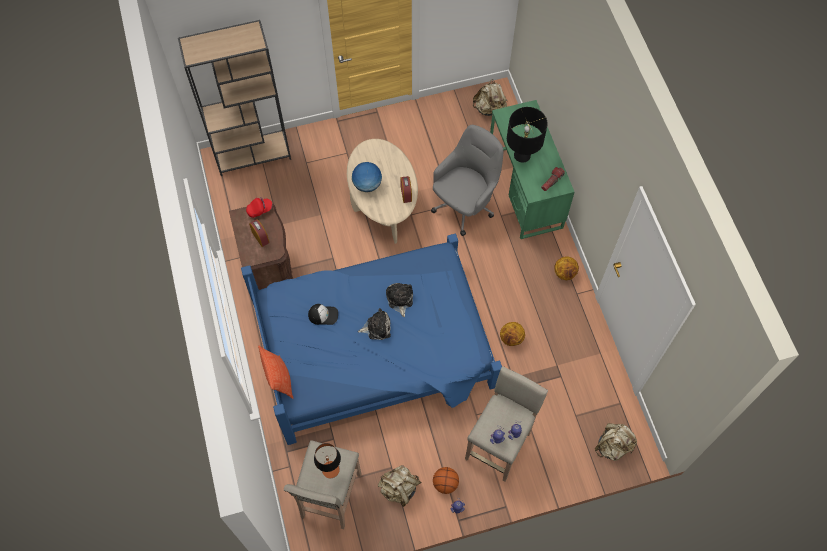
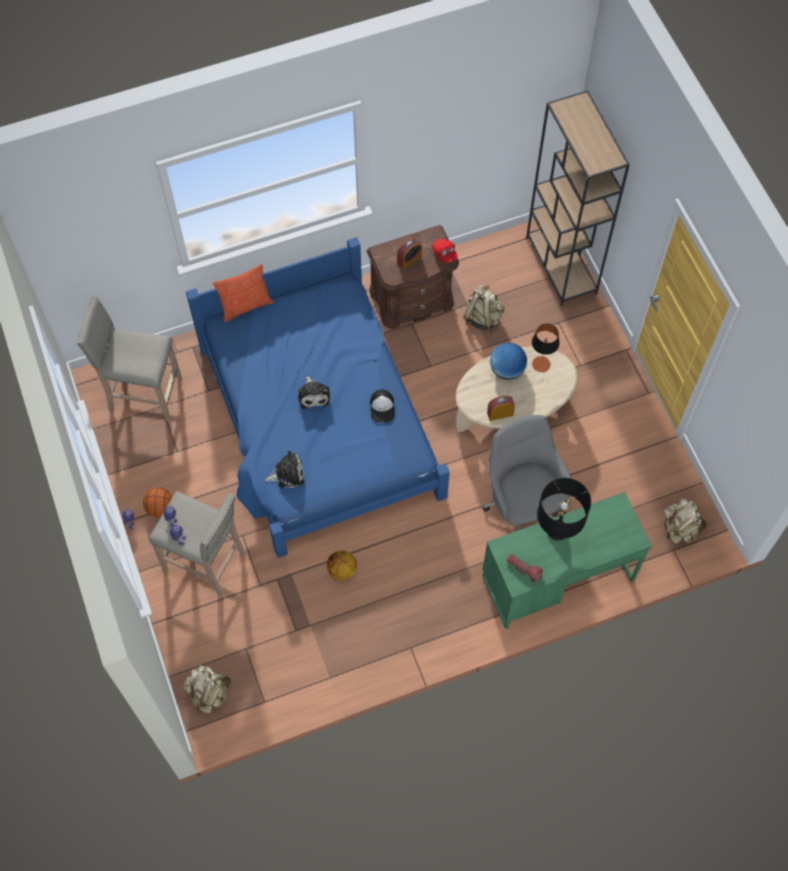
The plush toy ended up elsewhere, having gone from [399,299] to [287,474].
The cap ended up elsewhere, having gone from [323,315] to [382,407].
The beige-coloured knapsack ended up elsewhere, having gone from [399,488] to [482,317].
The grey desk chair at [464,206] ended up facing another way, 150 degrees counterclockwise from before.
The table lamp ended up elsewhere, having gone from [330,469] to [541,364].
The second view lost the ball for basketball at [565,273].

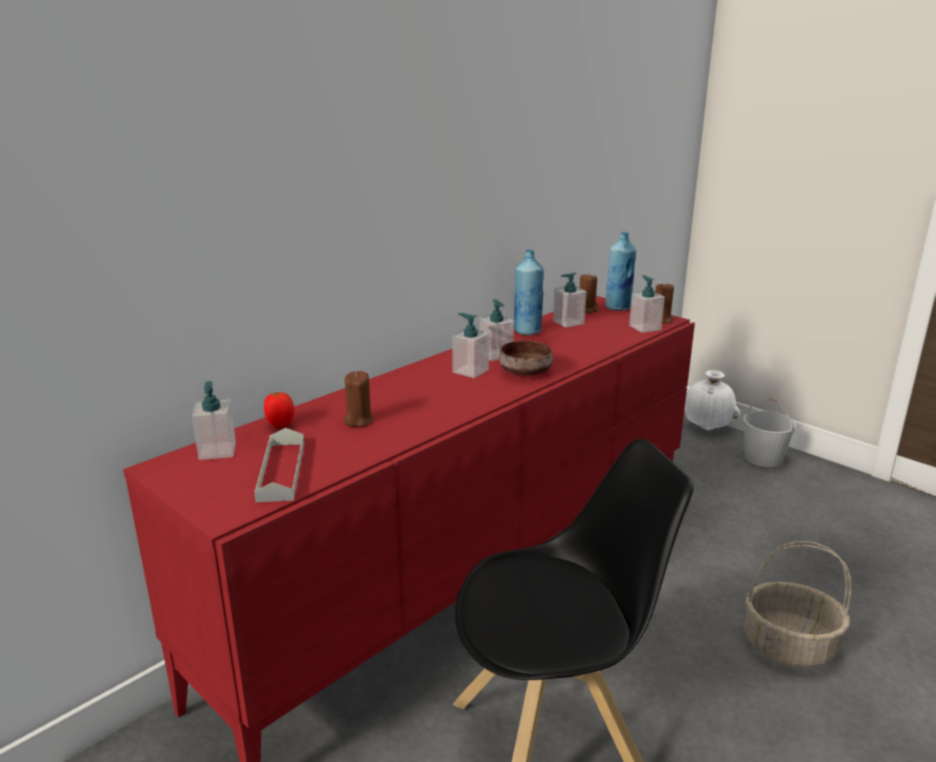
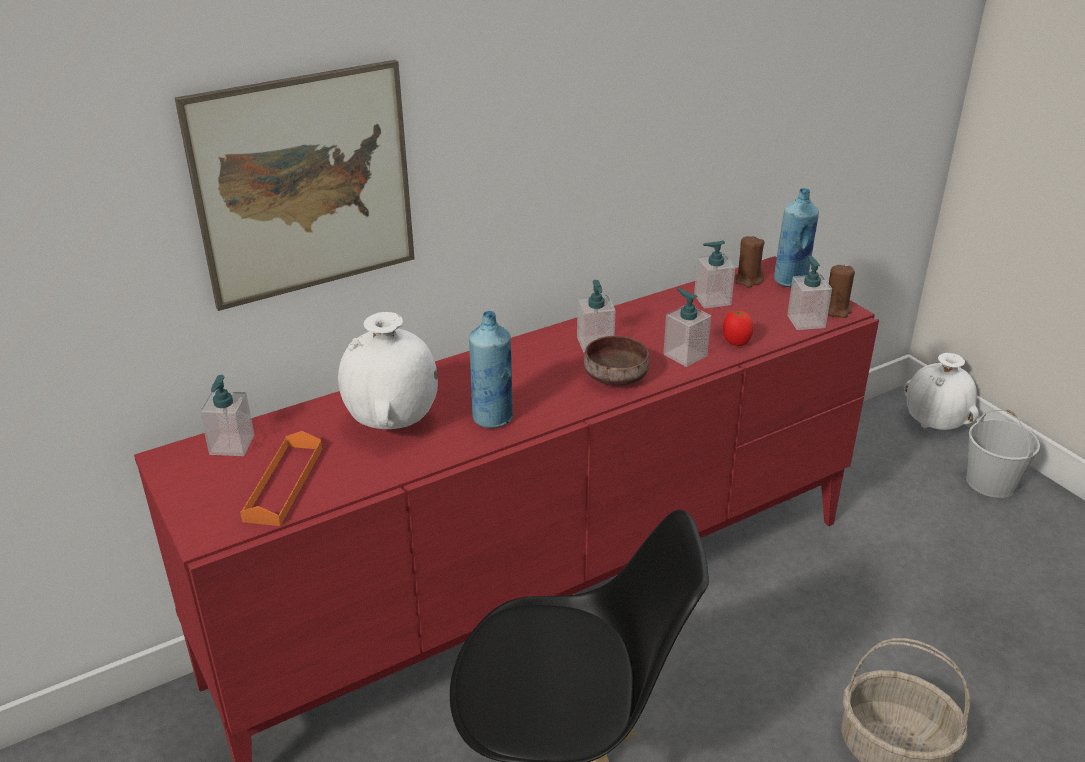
The second view gained the wall picture at [304,185].
What was the grey carrying tray at [281,471] turned into the orange-coloured carrying tray at [284,484].
Where the brown-coloured wax candle stood at [358,420], the white-coloured decorative vase came to stand at [393,424].
The bluish beverage bottle ended up elsewhere, having gone from [527,331] to [492,418].
The liquid soap bottle ended up elsewhere, having gone from [470,371] to [685,355].
The whole tomato ended up elsewhere, having gone from [280,424] to [736,342].

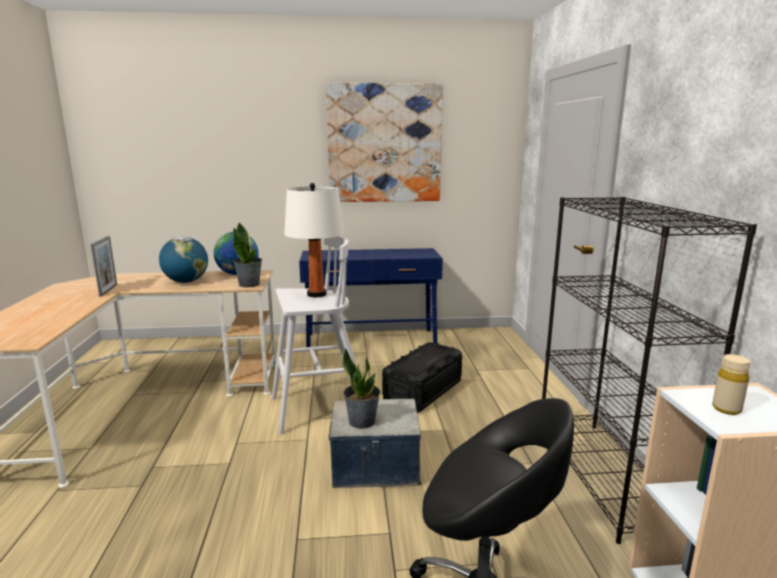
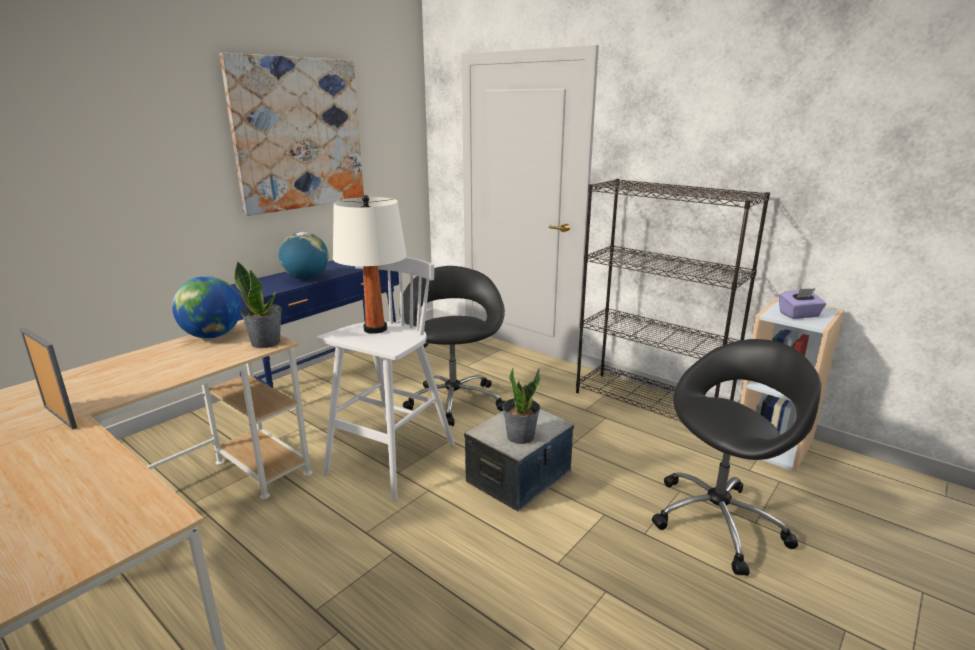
The desk globe ended up elsewhere, having gone from [186,281] to [306,278].
Where the black-coloured storage bin stood at [423,391], the black-coloured desk chair came to stand at [454,401].
Where the beige-coloured beverage bottle stood at [726,409], the purple-coloured tissue box came to stand at [799,315].

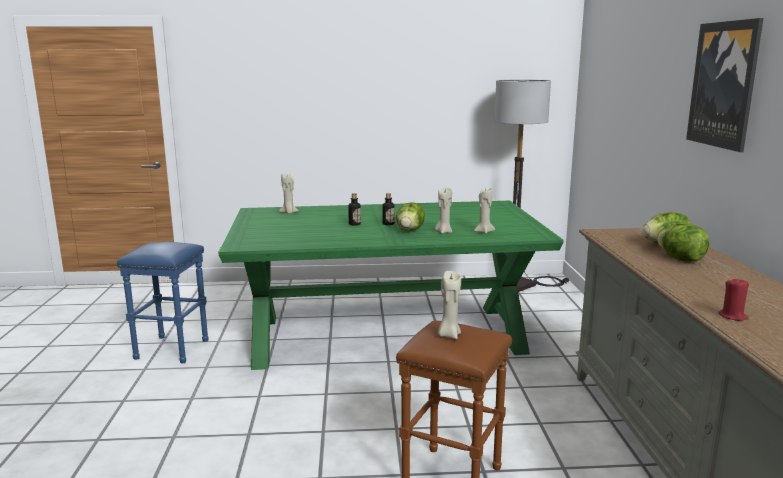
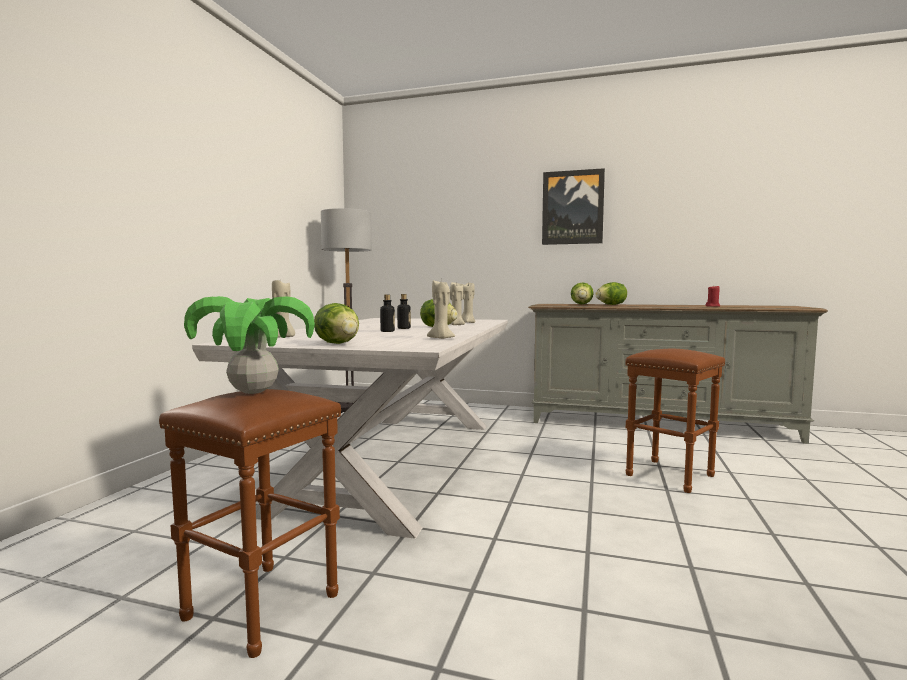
What was the bluish sitting stool at [171,348] turned into the brown-coloured sitting stool at [258,606].
The second view gained the plant in a pot at [253,392].
What was the green dinner table at [385,335] turned into the white-coloured dinner table at [396,461].
The second view gained the lettuce head at [338,344].
The beige-coloured wax candle ended up elsewhere, having gone from [448,335] to [441,338].

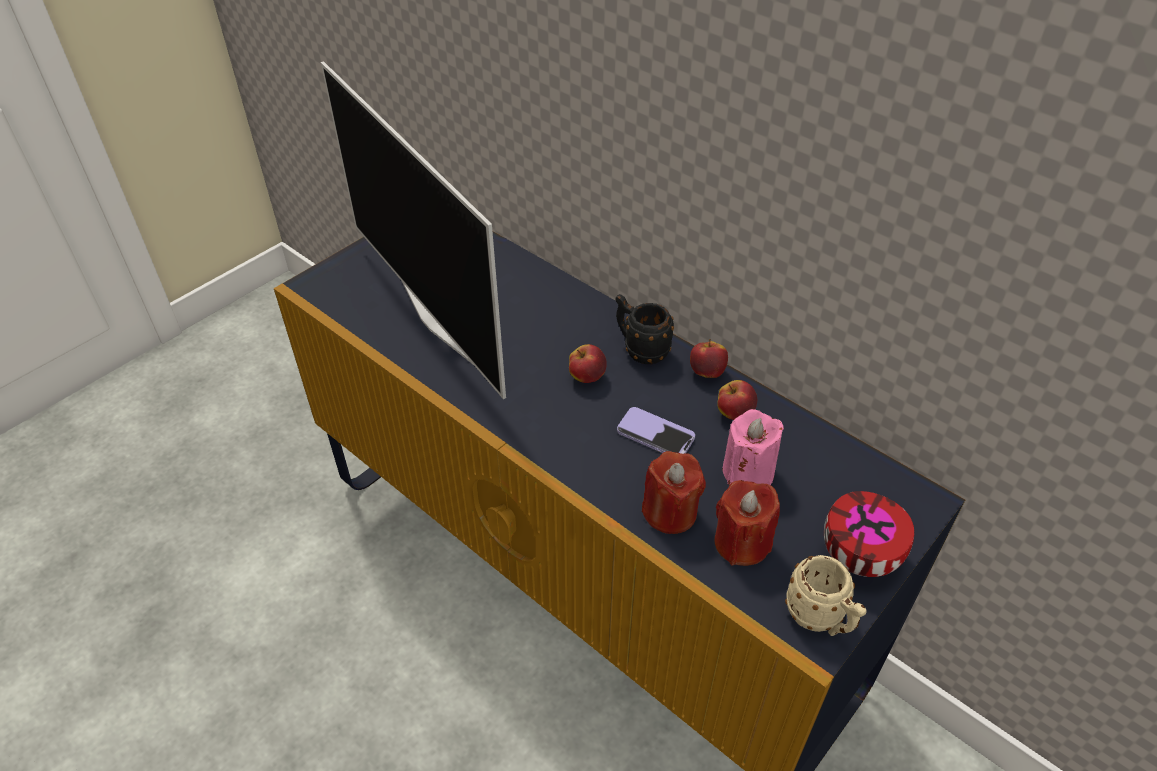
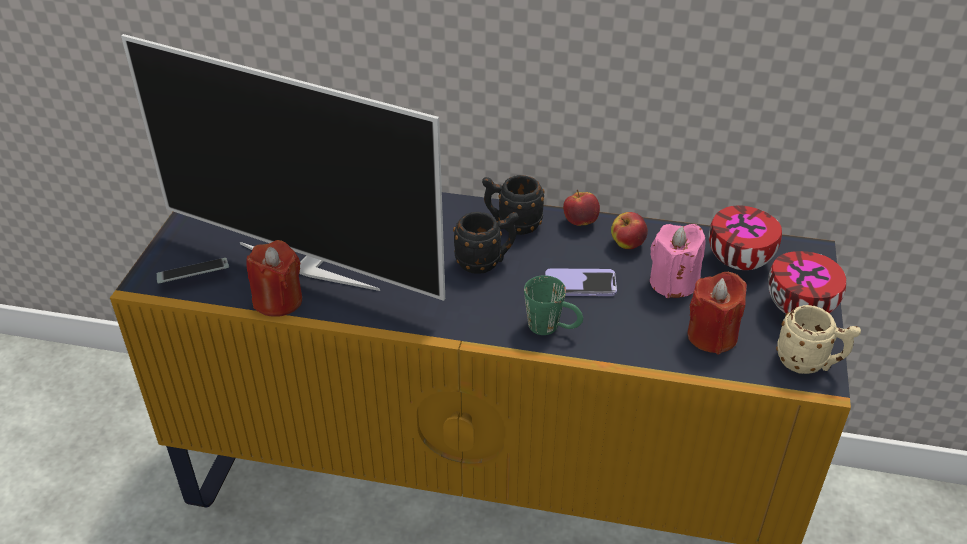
The second view gained the handset at [194,276].
The reddish wax candle ended up elsewhere, having gone from [670,512] to [278,301].
Where the apple fruit stood at [587,377], the black-coloured mug came to stand at [486,262].
The second view gained the green mug at [552,328].
The second view gained the deep dish at [739,262].

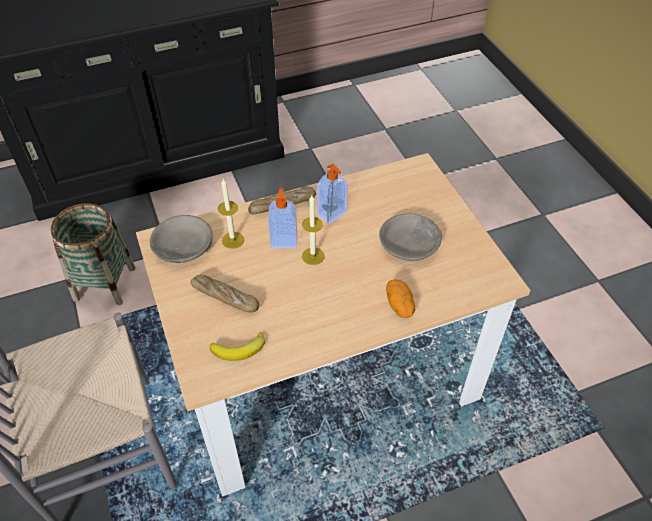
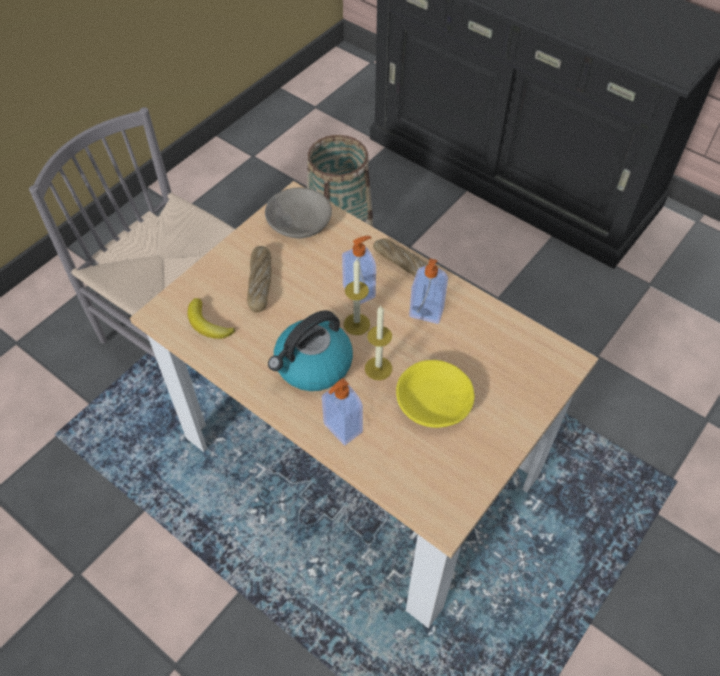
The second view gained the kettle at [312,365].
Where the potato stood at [399,305], the liquid soap bottle came to stand at [342,429].
The wax candle ended up elsewhere, having gone from [233,240] to [378,368].
What was the grey deep dish at [410,244] turned into the yellow-coloured deep dish at [434,402].

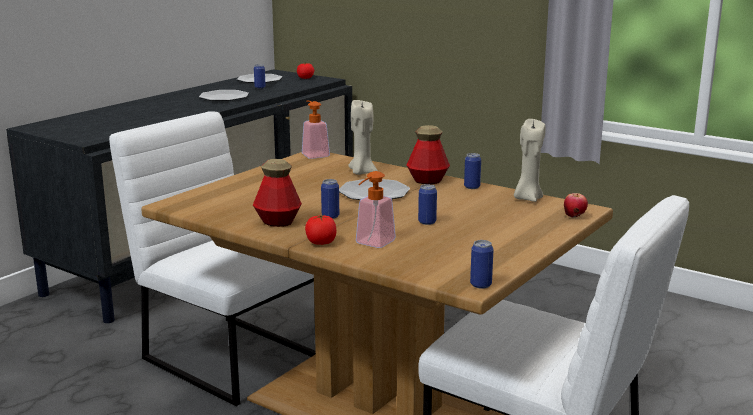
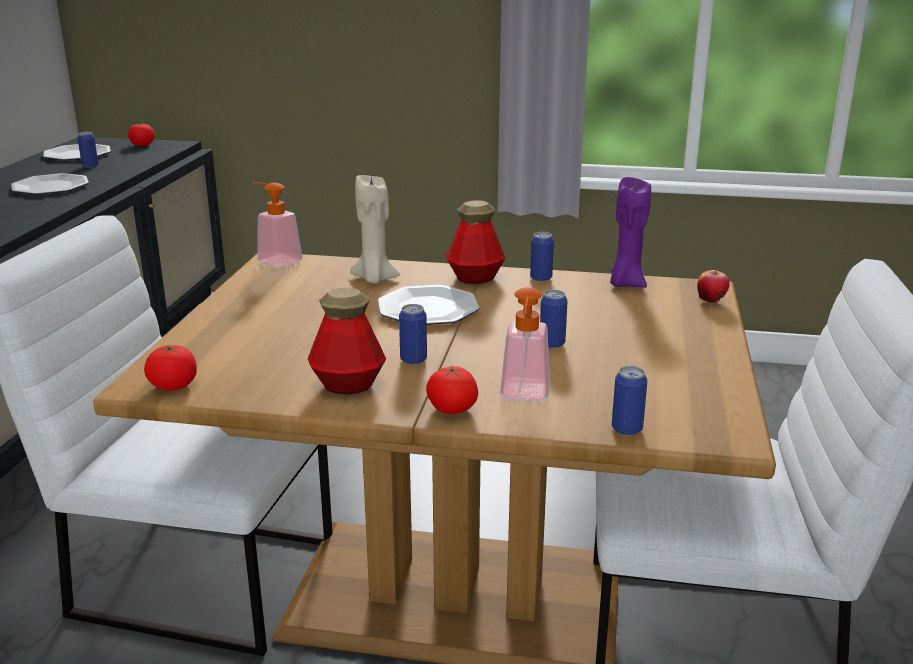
The second view gained the whole tomato at [173,386].
What was the beige-coloured wax candle at [527,198] turned into the purple-coloured wax candle at [626,284].
The sealed can ended up elsewhere, having gone from [480,285] to [627,429].

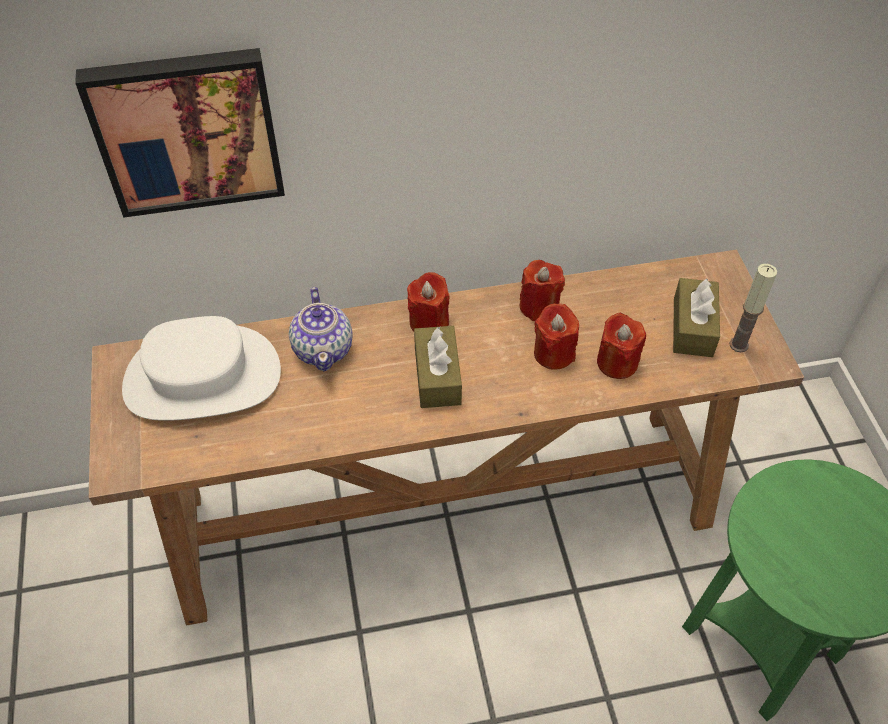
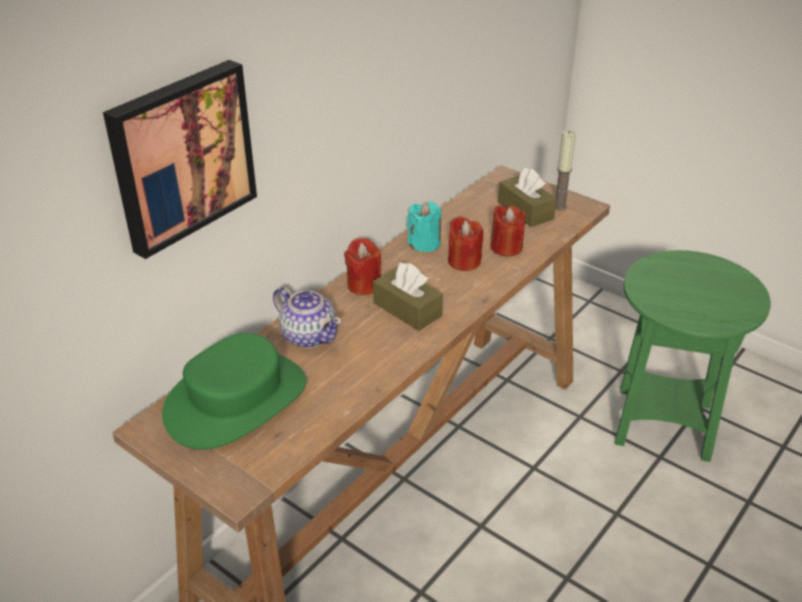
What was the white-coloured clothing hat at [202,378] turned into the green clothing hat at [236,400].
What was the reddish wax candle at [539,307] turned into the turquoise wax candle at [424,243].

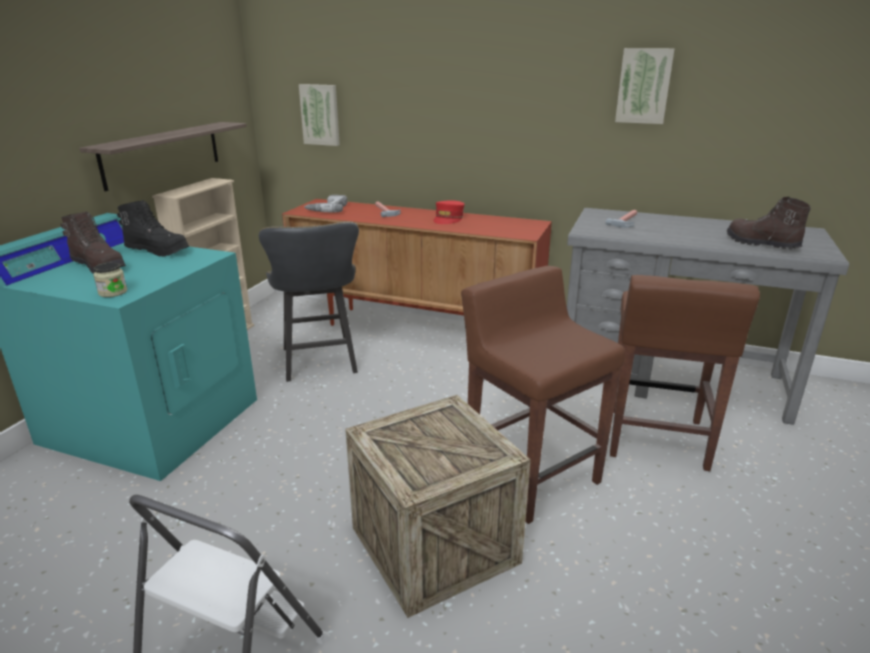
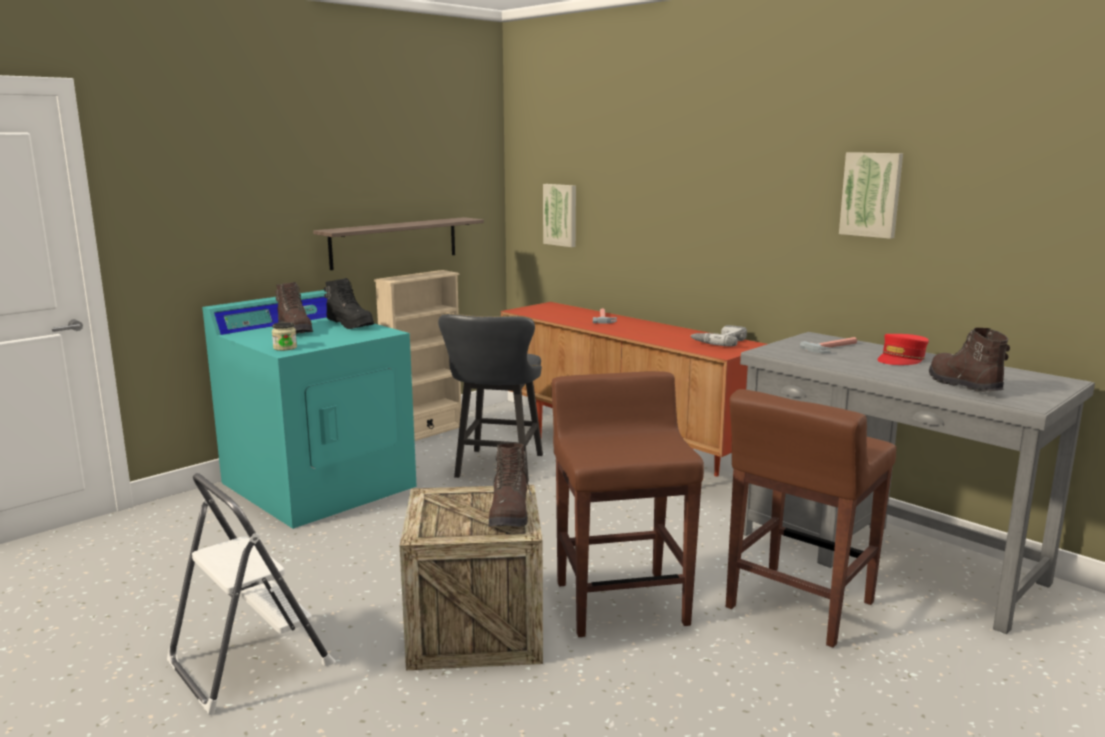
The second view gained the brown-coloured boot at [509,514].
The drill ended up elsewhere, having gone from [327,209] to [719,341].
The reddish cap ended up elsewhere, having gone from [448,219] to [901,359].

